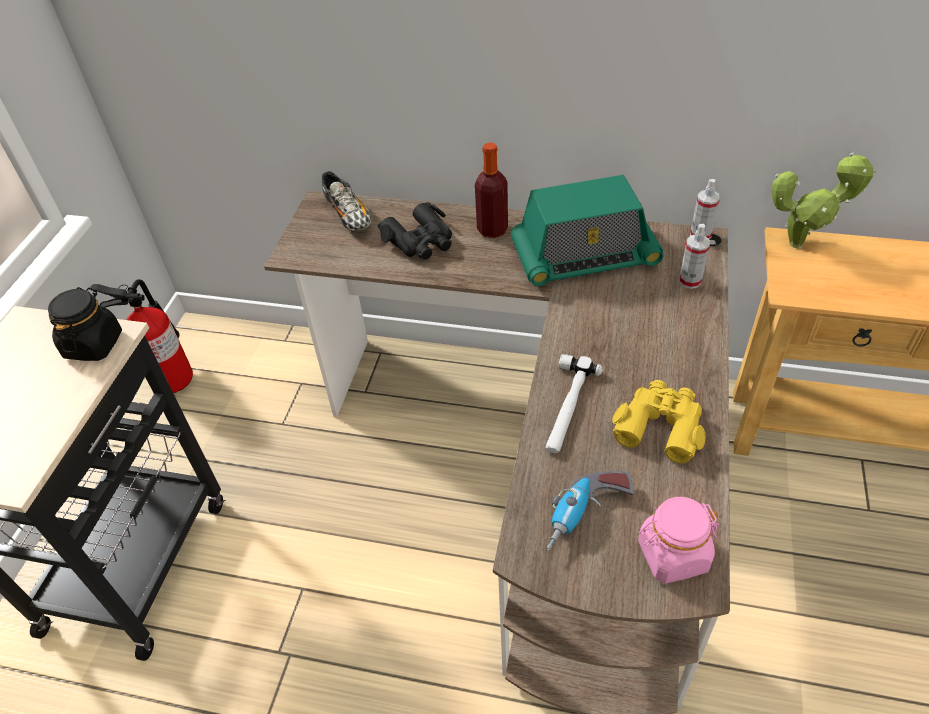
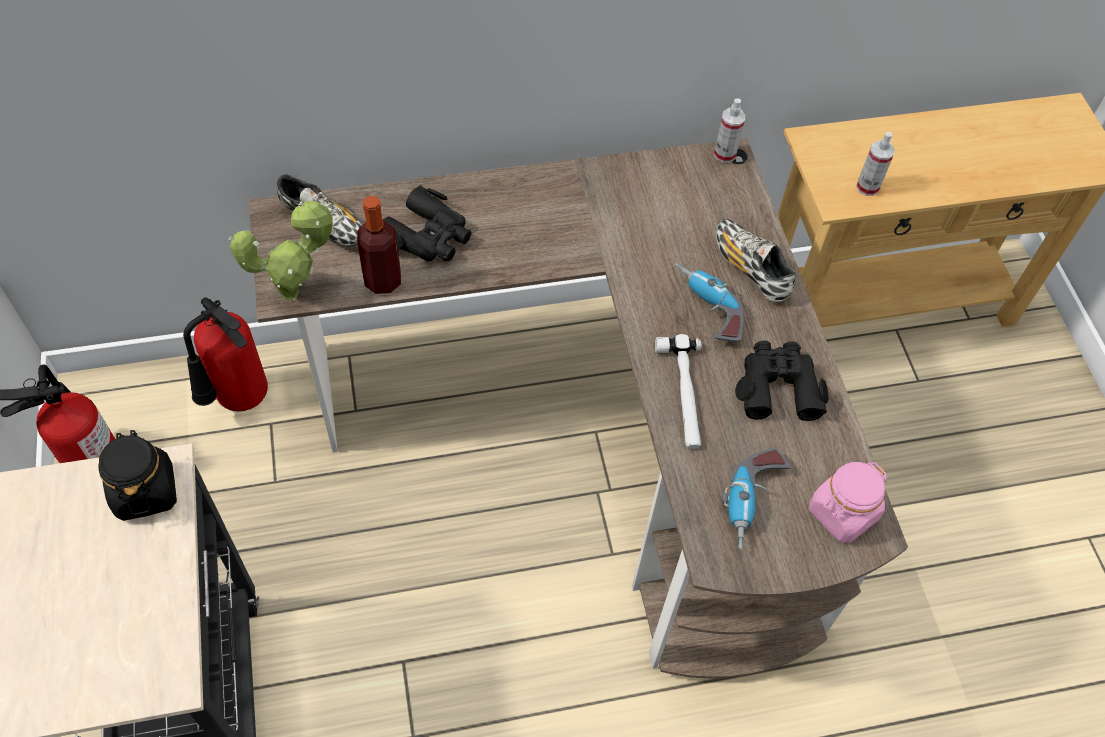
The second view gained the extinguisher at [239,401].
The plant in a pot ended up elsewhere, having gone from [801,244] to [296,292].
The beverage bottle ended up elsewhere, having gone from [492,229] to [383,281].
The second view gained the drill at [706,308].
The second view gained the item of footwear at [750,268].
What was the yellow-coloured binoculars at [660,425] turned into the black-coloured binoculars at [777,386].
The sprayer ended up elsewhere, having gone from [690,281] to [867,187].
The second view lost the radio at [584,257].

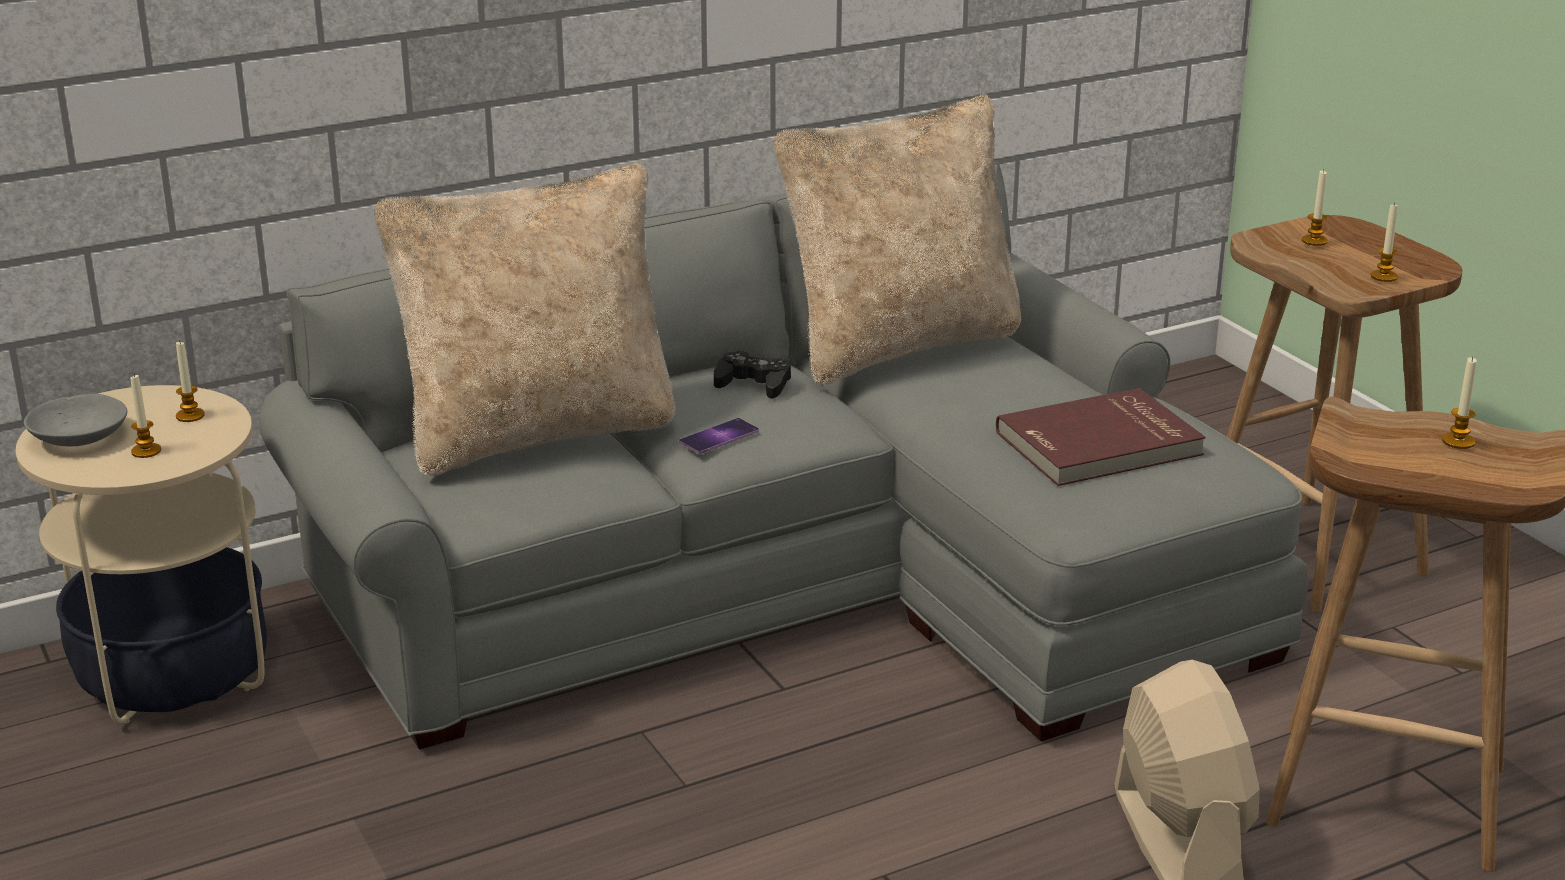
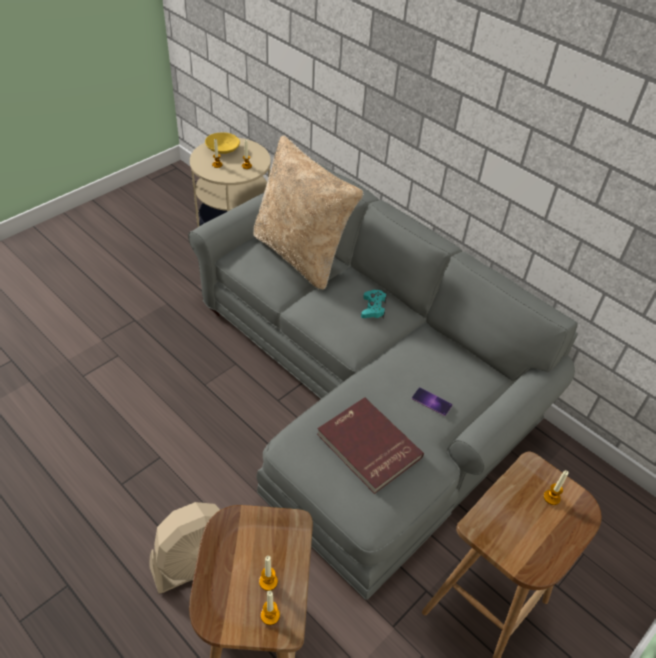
What was the grey deep dish at [80,436] turned into the yellow-coloured deep dish at [223,149].
The wax candle ended up elsewhere, having gone from [1384,276] to [270,615].
What was the black-coloured gamepad at [754,383] turned into the turquoise gamepad at [373,308].
The handset ended up elsewhere, having gone from [719,436] to [432,401].
The second view lost the beige-coloured throw pillow at [904,349].

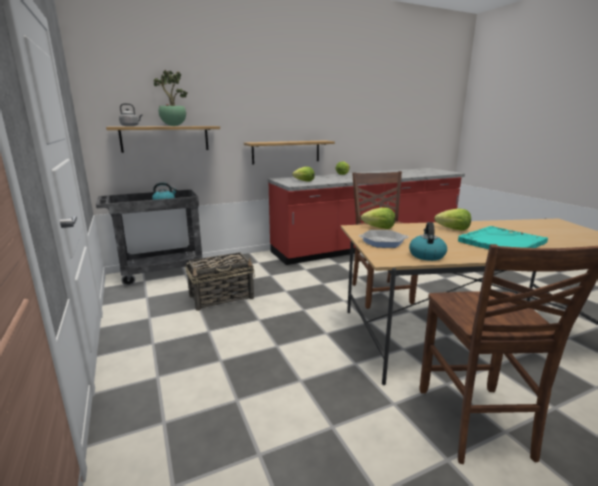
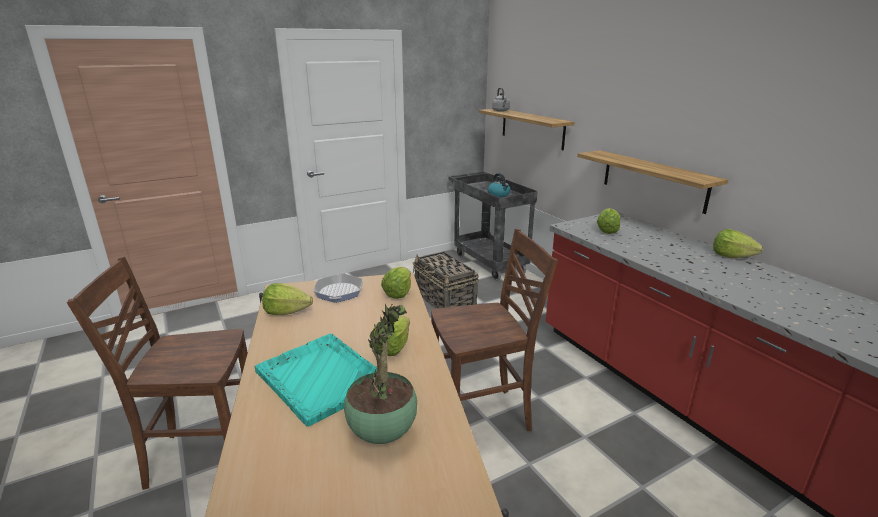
Where the kettle stood at [426,255], the lettuce head came to stand at [287,312].
The plant in a pot ended up elsewhere, having gone from [173,126] to [382,432].

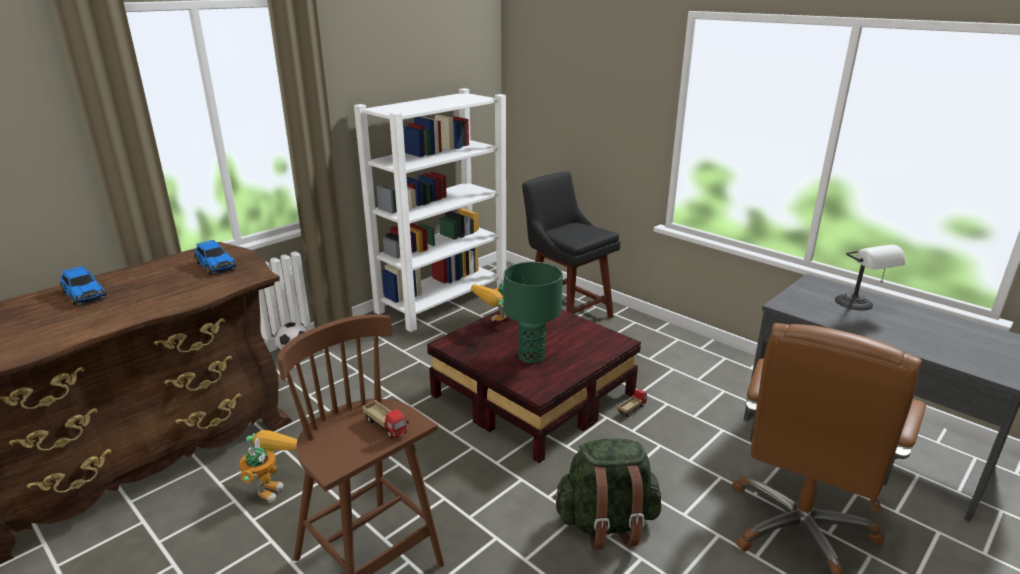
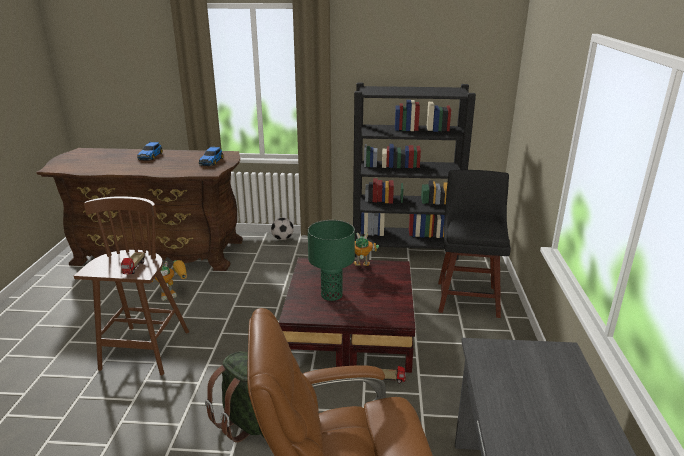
What was the white-coloured bookshelf at [442,300] turned into the black-coloured bookshelf at [404,247].
The second view lost the table lamp at [860,305].

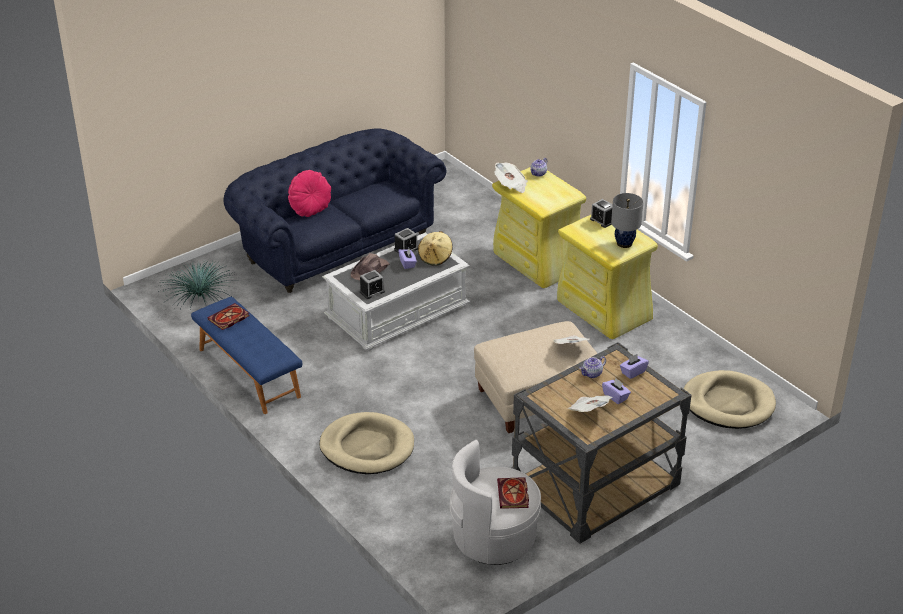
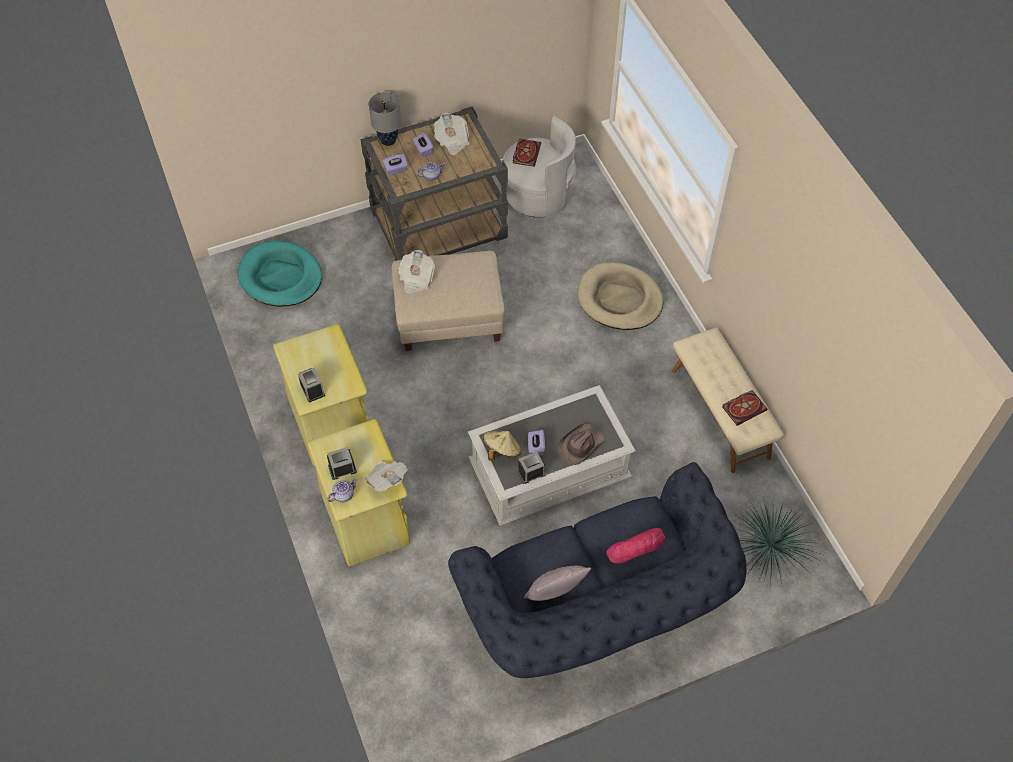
What was the beige-coloured dog cushion at [728,403] turned into the turquoise dog cushion at [280,277].
The bedside clock ended up elsewhere, having gone from [372,292] to [342,468].
The grey table lamp ended up elsewhere, having gone from [624,243] to [388,140].
The second view gained the purple-coloured throw pillow at [555,593].
What was the bluish bench at [248,373] turned into the beige-coloured bench at [721,413].

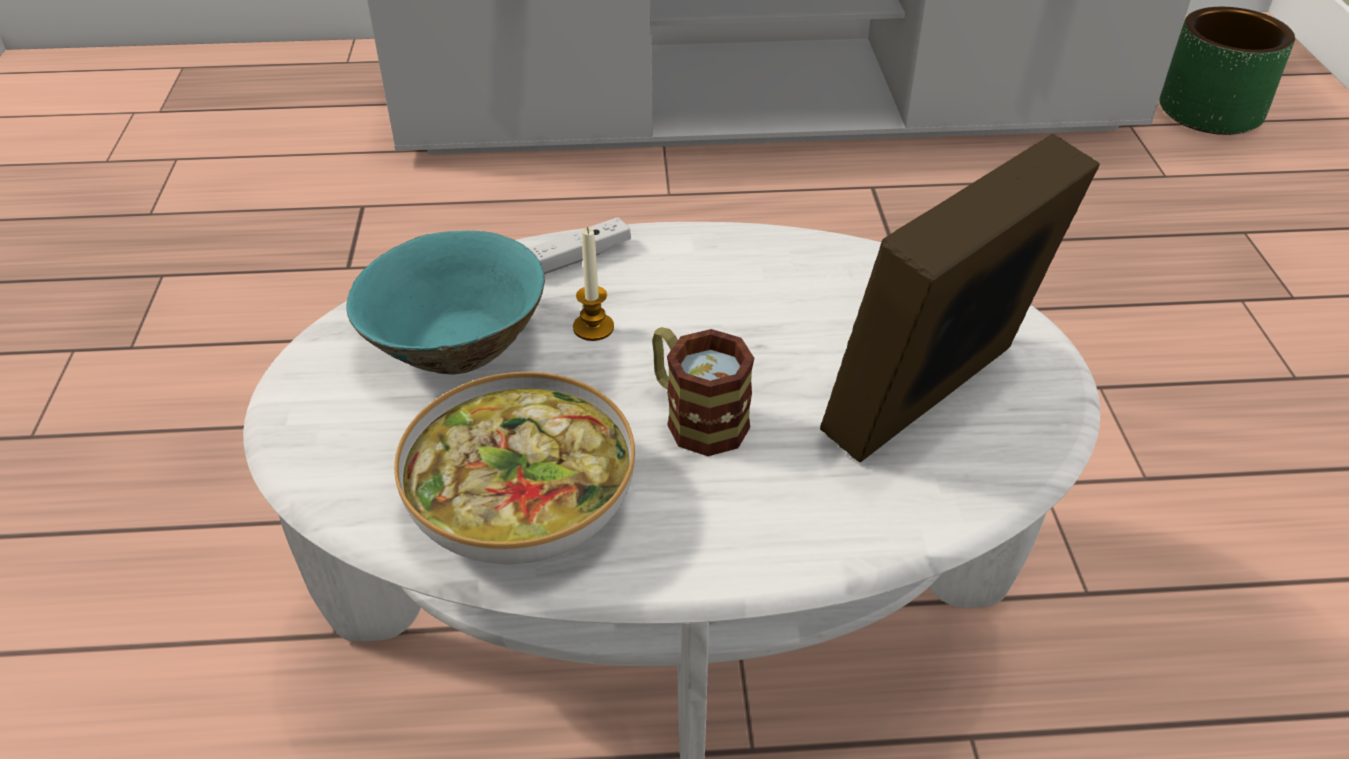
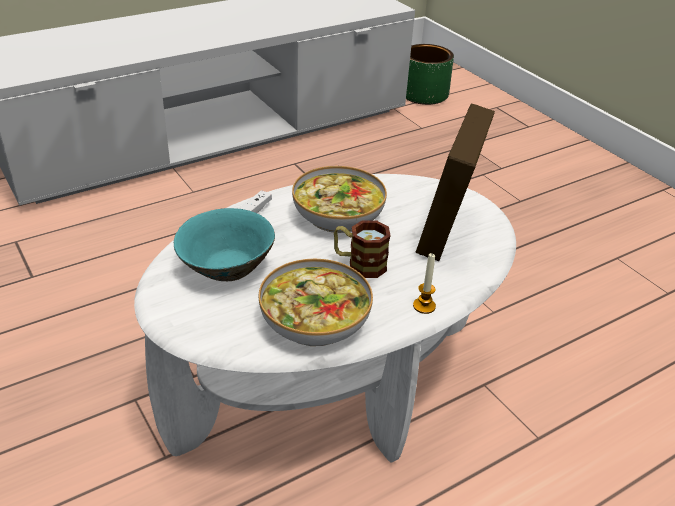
The second view gained the deep dish at [339,215].
The wax candle ended up elsewhere, having gone from [593,328] to [424,306].

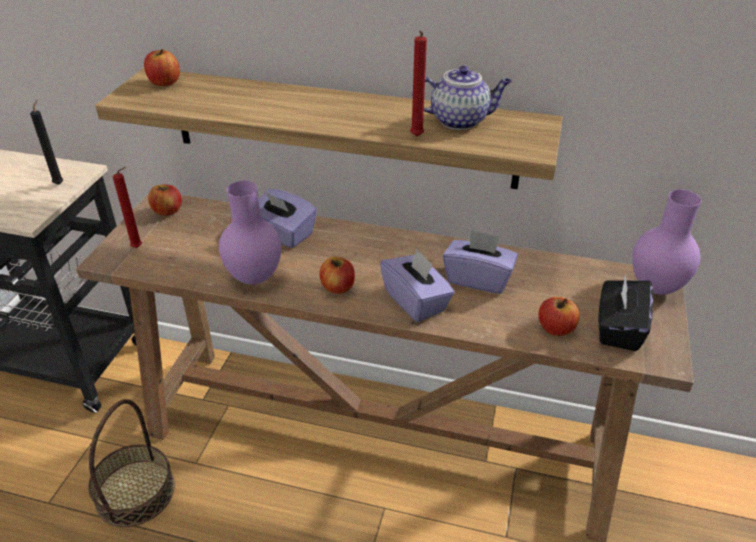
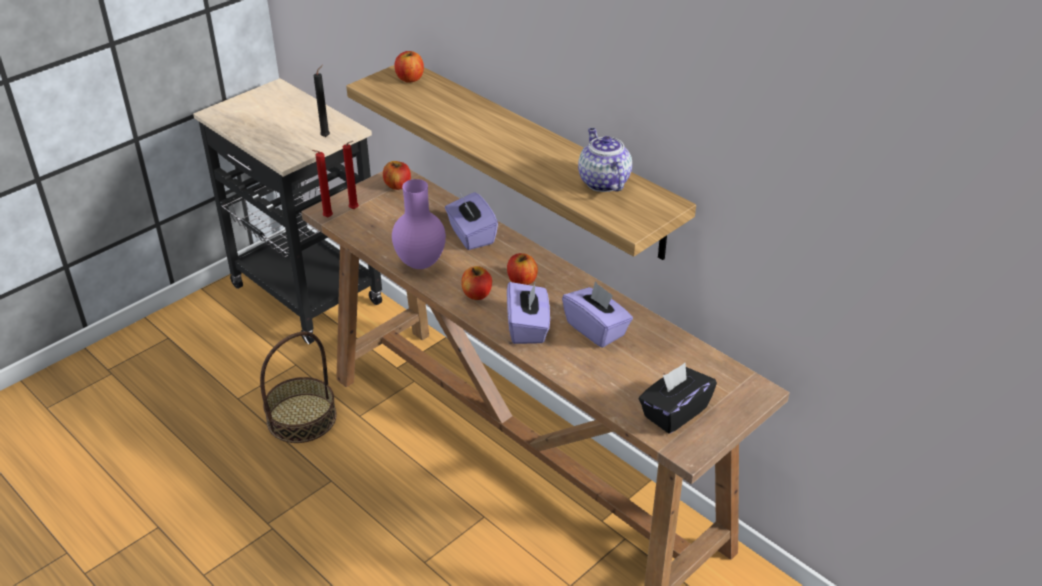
The reddish wax candle ended up elsewhere, having gone from [416,137] to [326,218].
The apple fruit ended up elsewhere, having gone from [555,328] to [522,280].
The tea pot at [460,120] ended up facing another way, 135 degrees counterclockwise from before.
The second view lost the purple-coloured decorative vase at [654,287].

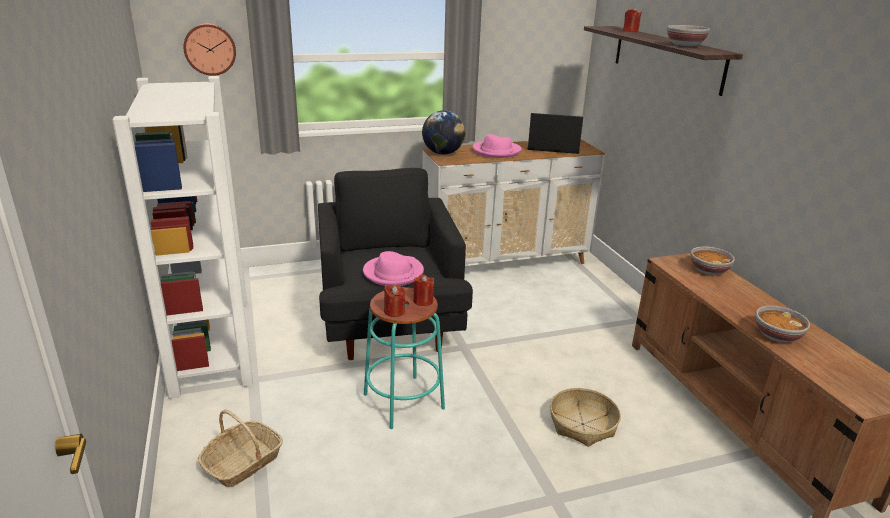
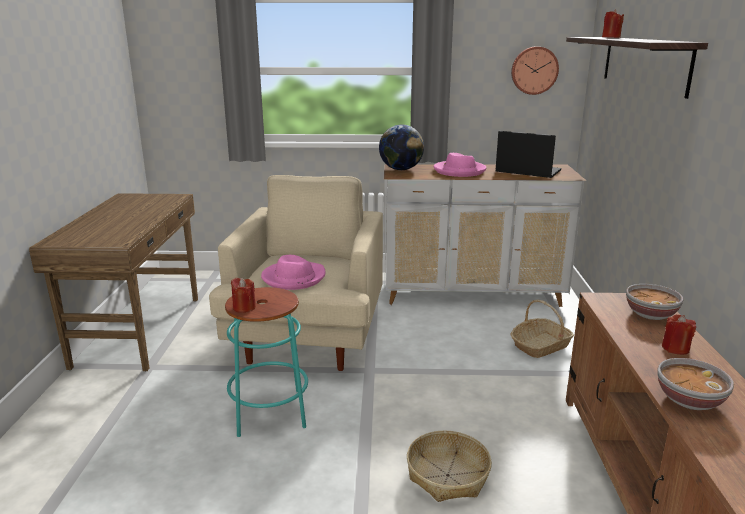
Where the white-coloured bookshelf stood at [212,344], the brown-coloured console table came to stand at [139,330].
What was the black-coloured armchair at [389,327] turned into the beige-coloured armchair at [308,339].
The storage basket ended up elsewhere, having gone from [243,462] to [540,346].
The hanging clock ended up elsewhere, having gone from [210,49] to [534,70].
The reddish wax candle ended up elsewhere, having gone from [423,301] to [675,348].
The second view lost the deep dish at [685,45].

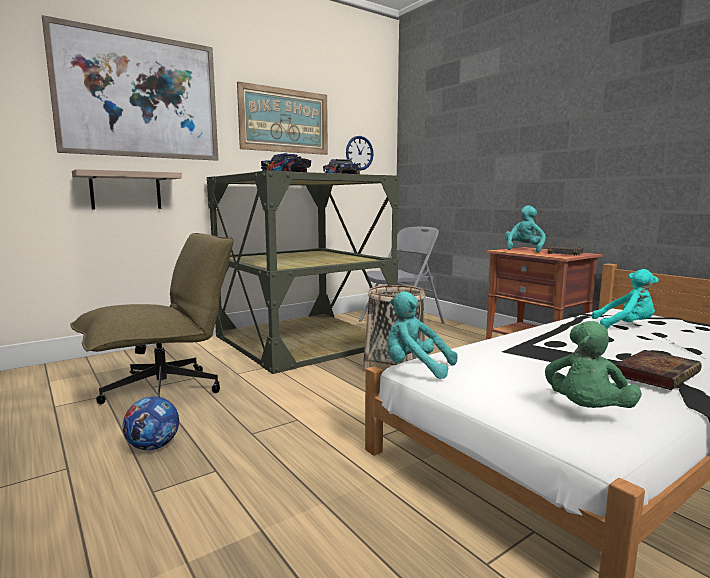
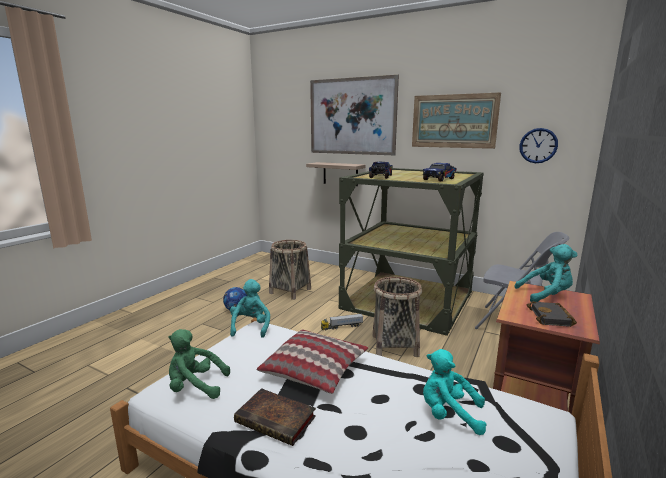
The second view gained the throw pillow at [315,370].
Where the beige-coloured desk chair stood at [160,392], the storage basket came to stand at [290,291].
The second view gained the model truck at [342,327].
The turquoise plush toy at [625,326] ended up facing another way, 120 degrees clockwise from before.

